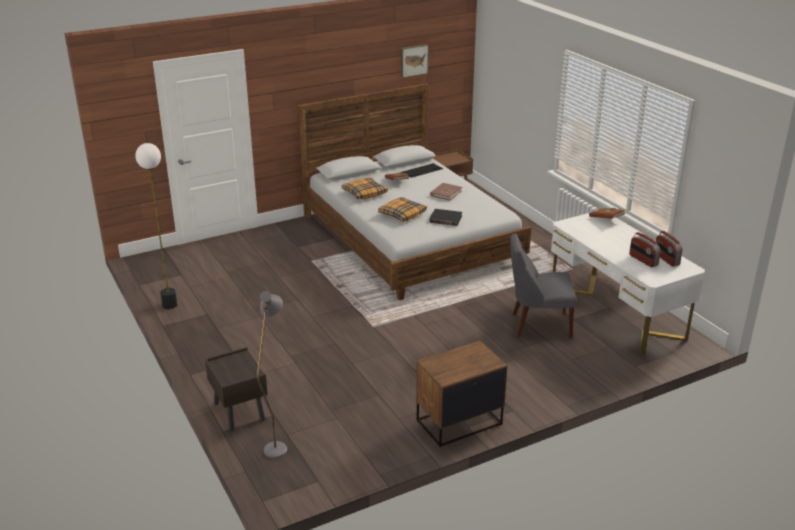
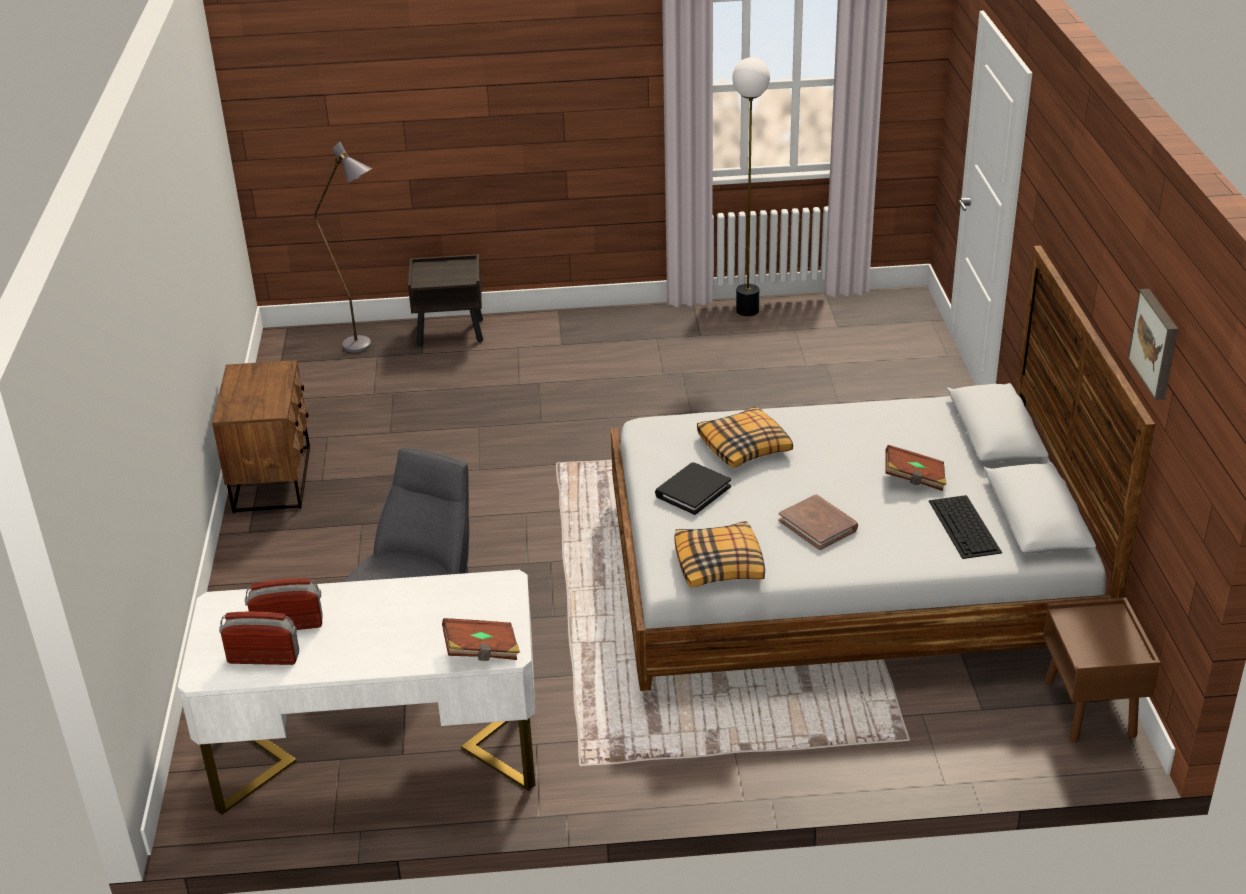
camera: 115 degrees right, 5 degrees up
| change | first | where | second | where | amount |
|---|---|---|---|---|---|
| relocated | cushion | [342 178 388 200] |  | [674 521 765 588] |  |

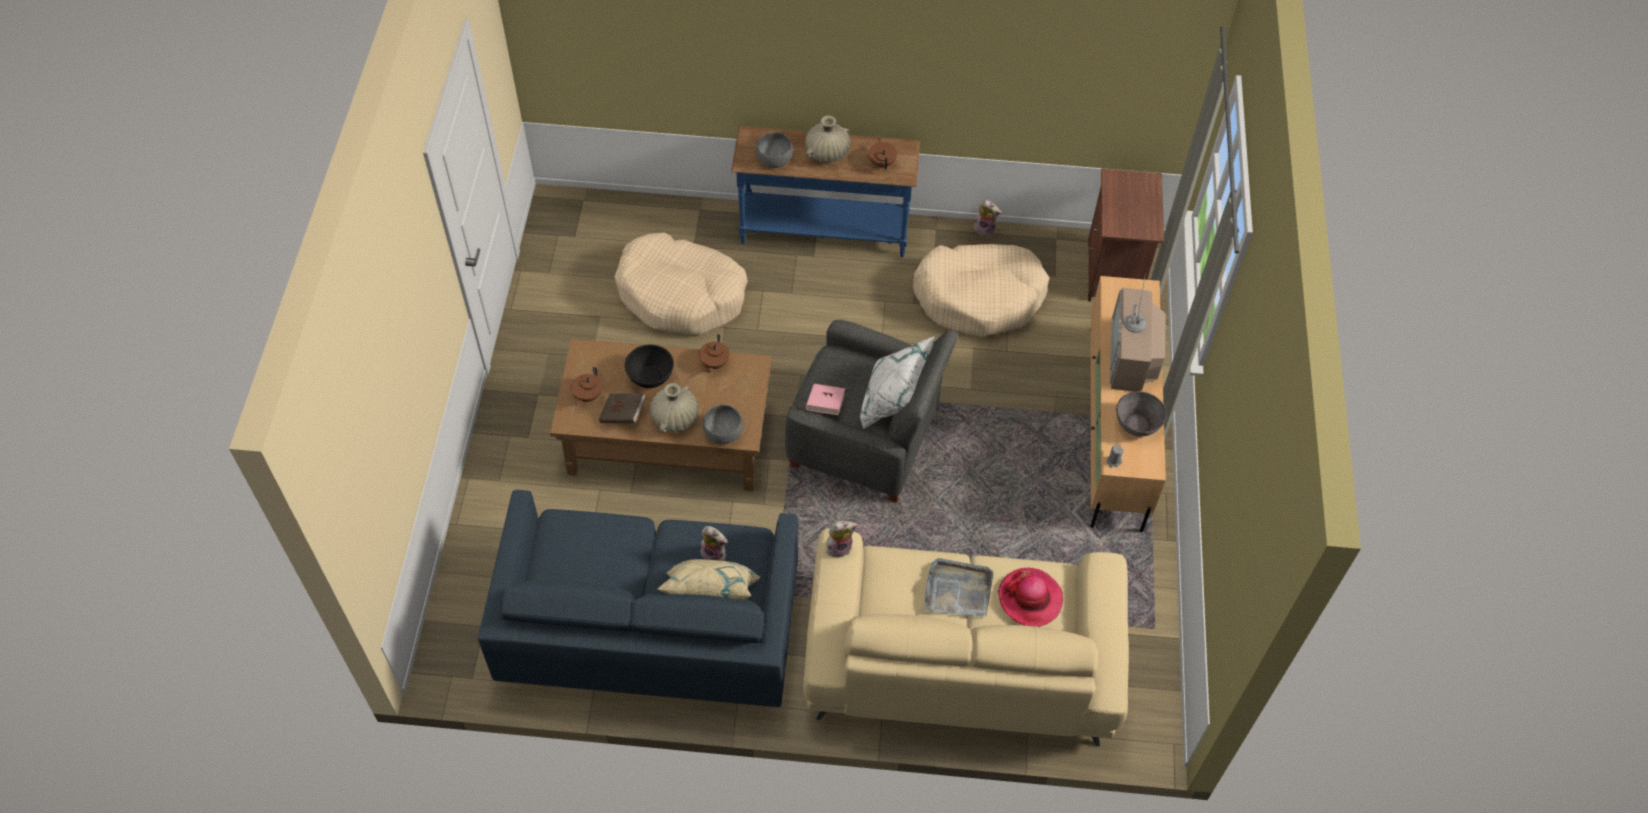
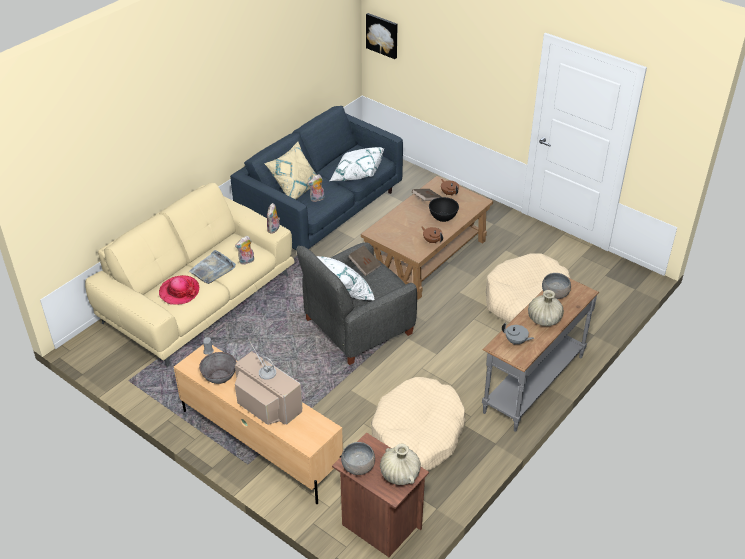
camera: 125 degrees right, 15 degrees down
| change | first | where | second | where | amount |
|---|---|---|---|---|---|
| relocated | sand-coloured flower vase | [650 383 699 432] |  | [380 444 421 485] |  |
| relocated | gray deep dish | [702 405 743 444] |  | [341 442 375 475] |  |
| colour | blue-coloured narrow table | [731 126 920 257] | gray narrow table | [482 278 599 432] |  |
| colour | pink-coloured volume | [806 384 845 415] | brown volume | [348 245 381 276] |  |
| colour | brown pot for tea | [869 136 897 170] | gray pot for tea | [502 323 534 344] |  |
| relocated | plush toy | [972 200 1002 237] |  | [235 236 254 265] |  |
| appeared |  |  | white-coloured cushion | [330 147 384 181] |  |
| appeared |  |  | wall picture | [366 13 398 59] |  |

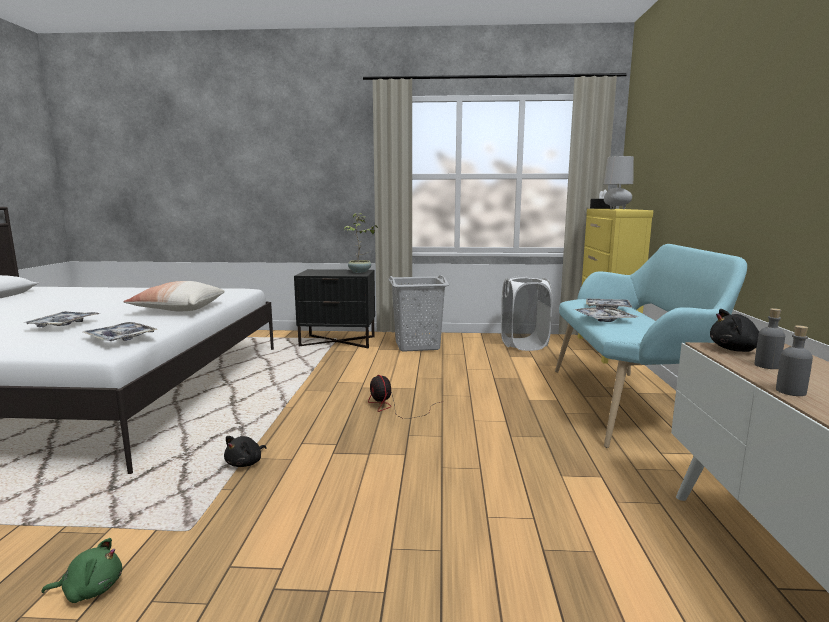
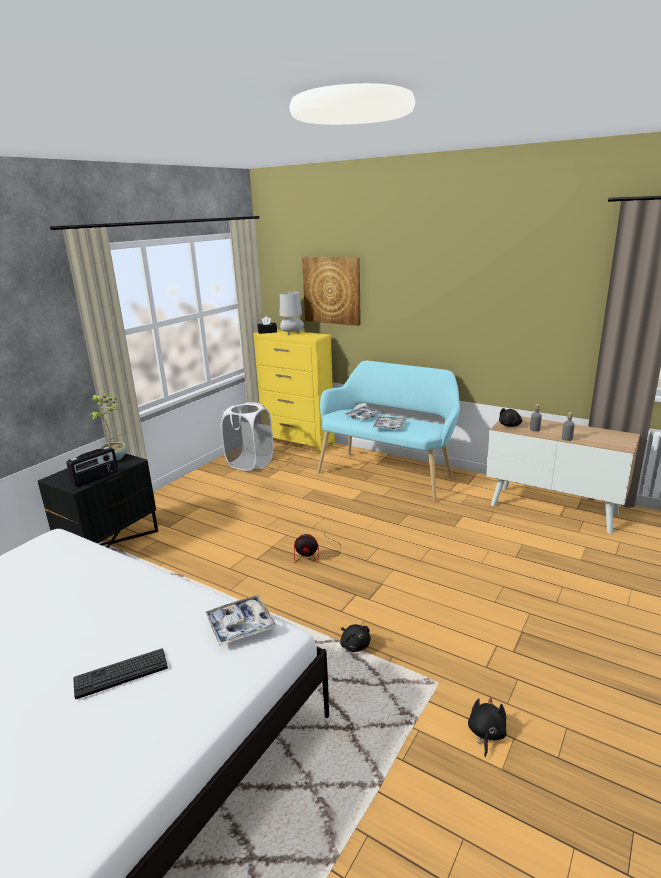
camera: 60 degrees left, 10 degrees up
| change | first | where | second | where | amount |
|---|---|---|---|---|---|
| exchanged | carrying tray | [24 311 99 327] | PC keyboard | [73 649 168 699] |  |
| colour | green plush toy | [42 538 122 603] | blackish plush toy | [468 697 507 757] |  |
| missing | cushion | [123 281 225 311] |  |  |  |
| missing | gray hamper | [388 275 449 352] |  |  |  |
| appeared |  |  | radio set | [66 447 118 487] |  |
| appeared |  |  | wall picture | [302 257 361 326] |  |

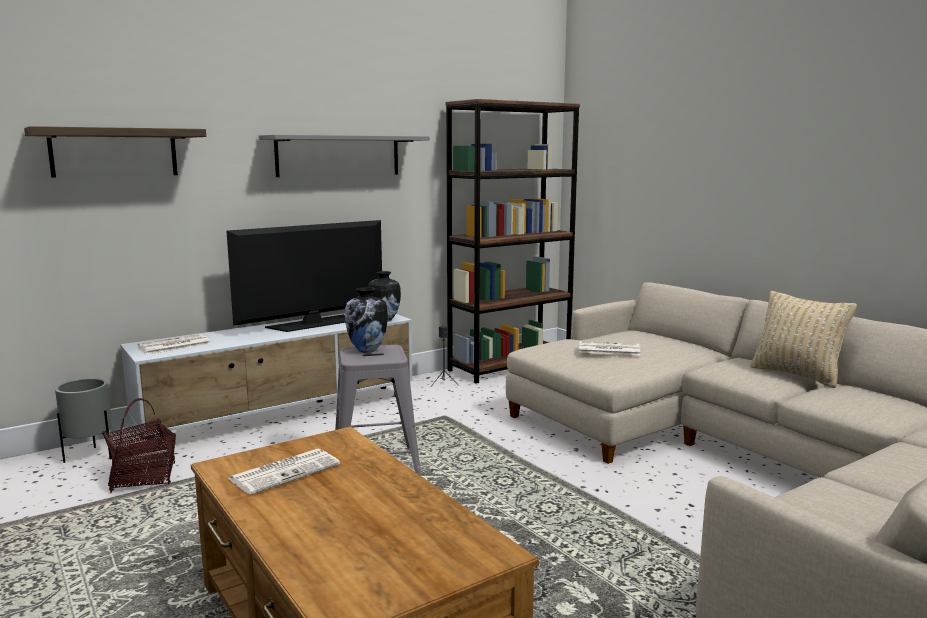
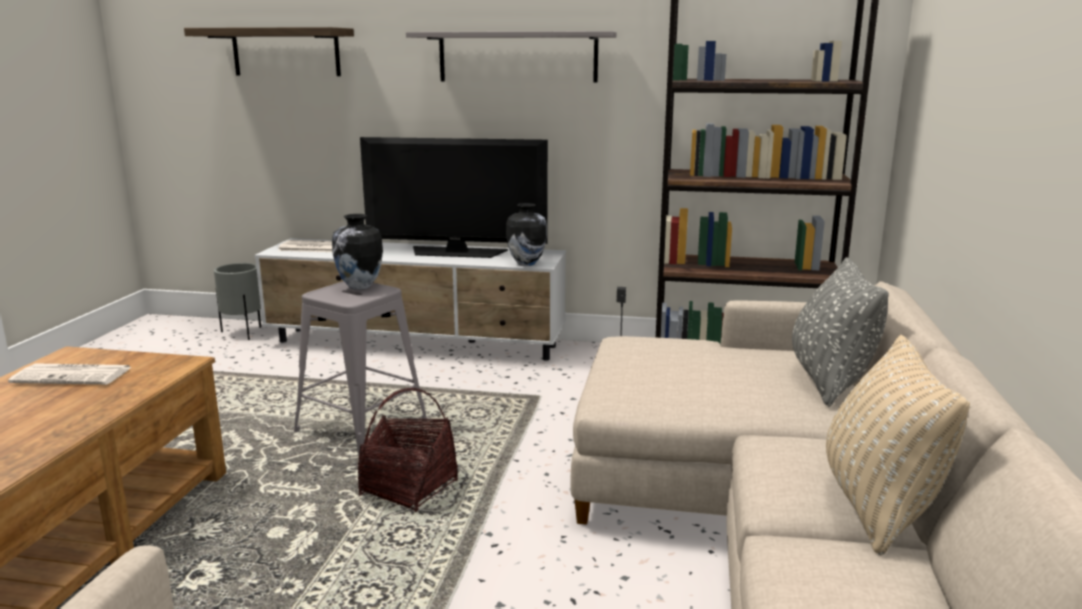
camera: 45 degrees right, 5 degrees up
| change | first | where | second | where | amount |
|---|---|---|---|---|---|
| relocated | storage basket | [103 398 176 493] |  | [357 388 458 512] |  |
| missing | daily paper | [579 341 640 355] |  |  |  |
| appeared |  |  | gray cushion | [792 257 889 406] |  |

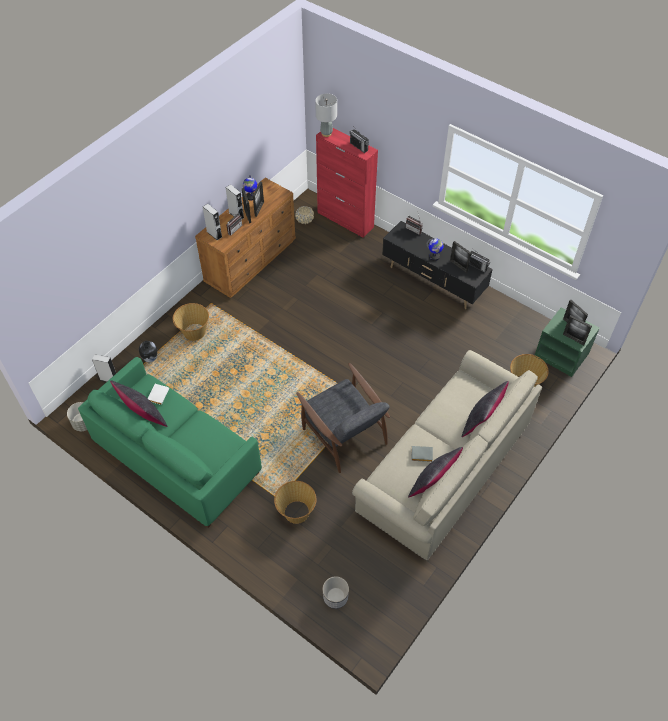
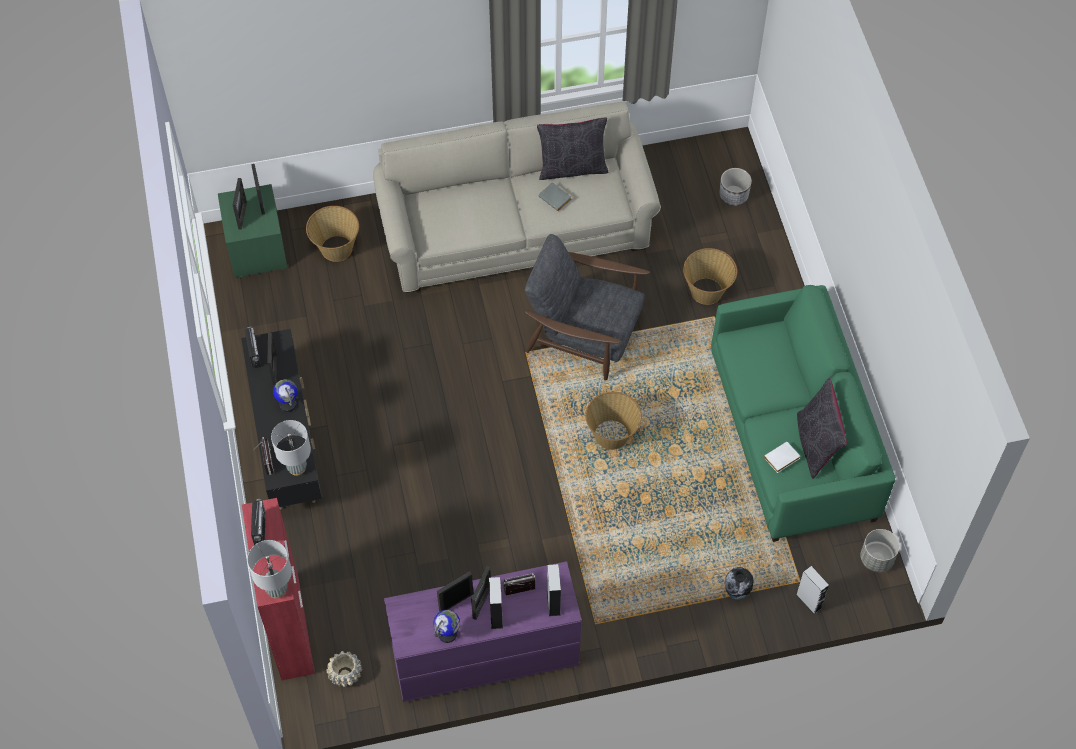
camera: 140 degrees left, 5 degrees up
| change | first | where | second | where | amount |
|---|---|---|---|---|---|
| relocated | storage basket | [173 303 209 341] |  | [585 392 642 450] |  |
| colour | brown drawer chest | [195 178 296 298] | purplish drawer chest | [384 561 582 702] |  |
| spun | gray easy chair | [296 363 390 473] |  | [525 234 650 381] | 75 degrees counterclockwise |
| missing | blackish cushion | [462 381 509 437] |  |  |  |
| appeared |  |  | gray lamp for a table | [271 420 311 476] |  |

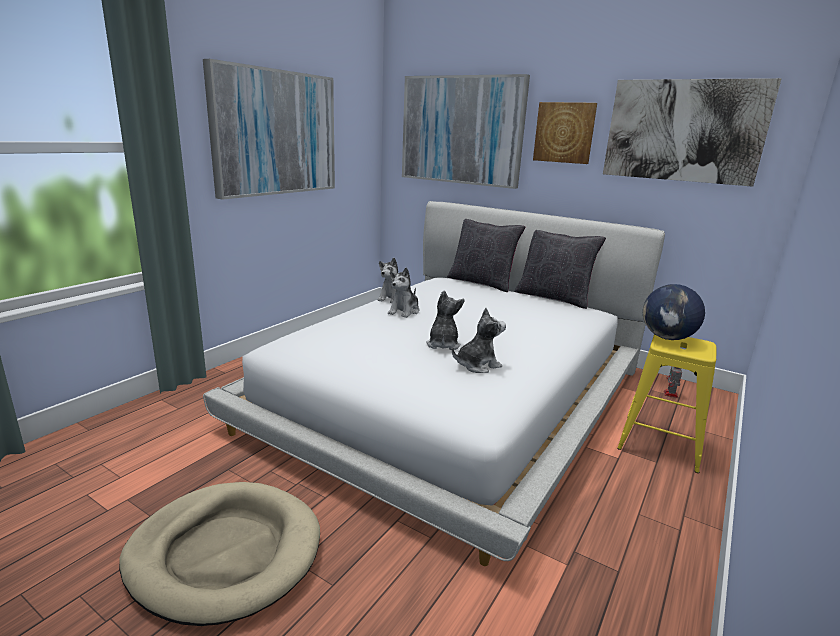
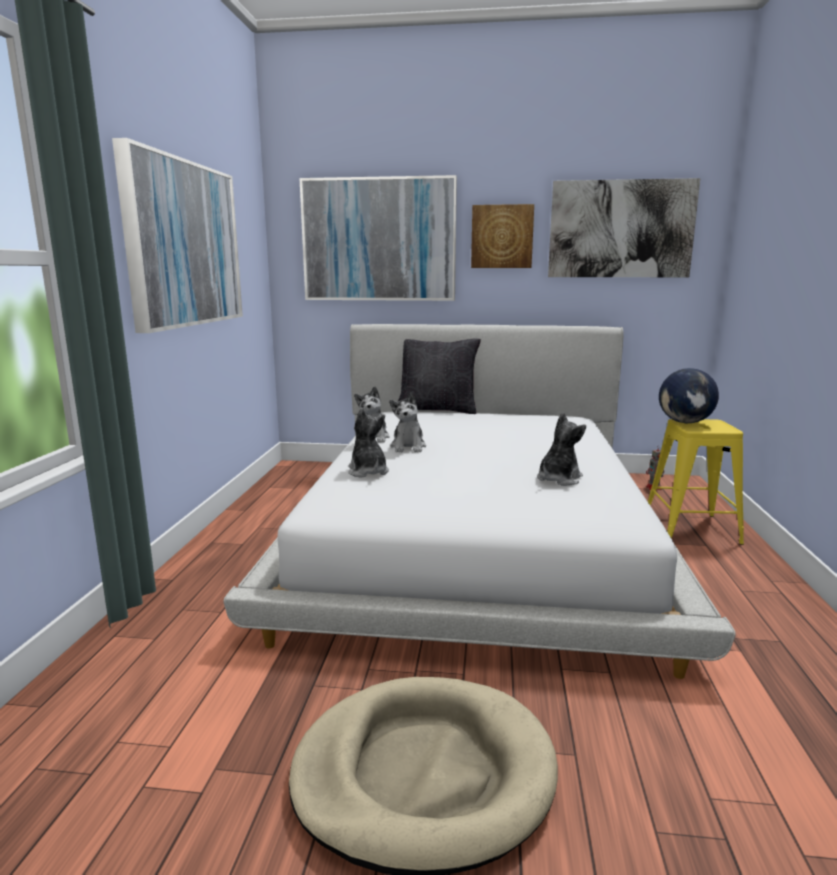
camera: 25 degrees left, 5 degrees down
| change | first | where | second | where | amount |
|---|---|---|---|---|---|
| relocated | plush toy | [426 291 465 350] |  | [348 408 389 478] |  |
| missing | blackish cushion | [514 230 606 309] |  |  |  |

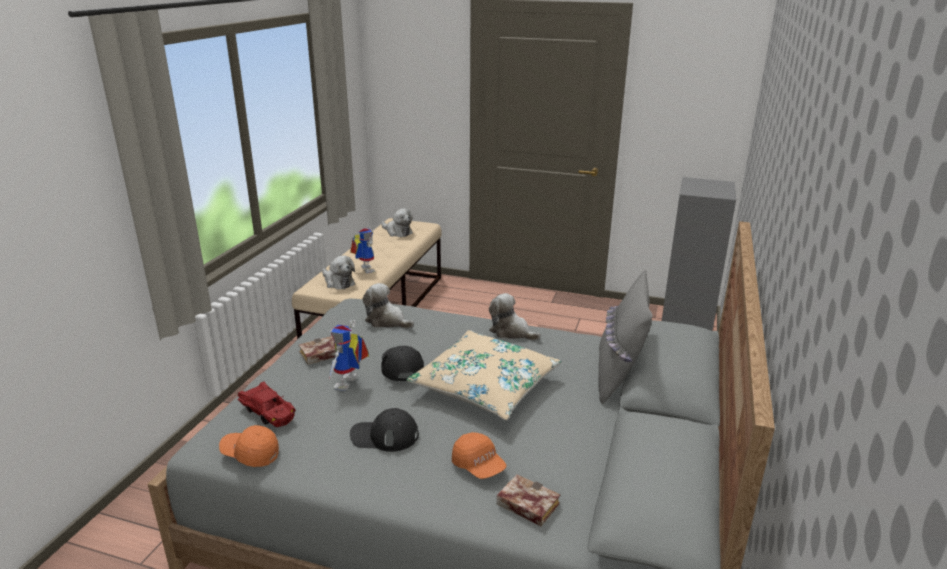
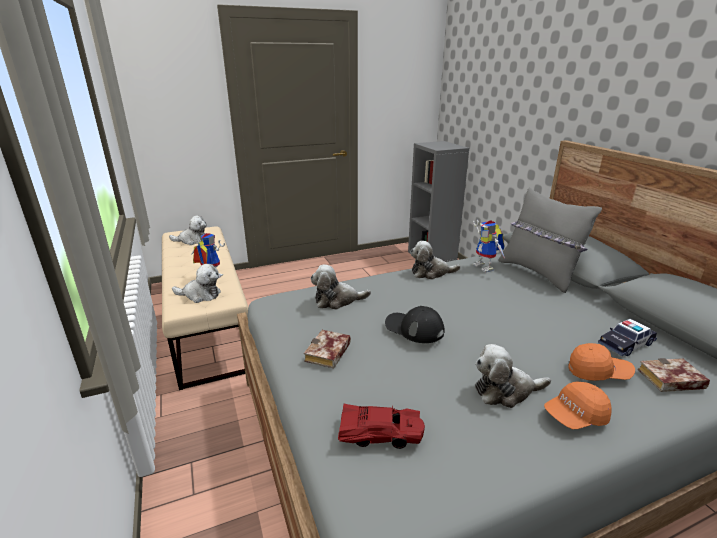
camera: 40 degrees left, 0 degrees up
| change | first | where | second | where | amount |
|---|---|---|---|---|---|
| relocated | orangey peaked cap | [219 425 279 467] |  | [544 381 611 429] |  |
| relocated | model robot | [329 320 369 391] |  | [473 220 505 272] |  |
| exchanged | blackish peaked cap | [350 408 419 452] | plush toy | [475 344 551 408] |  |
| missing | sand-coloured cushion | [406 330 562 420] |  |  |  |
| appeared |  |  | toy car | [598 319 657 356] |  |

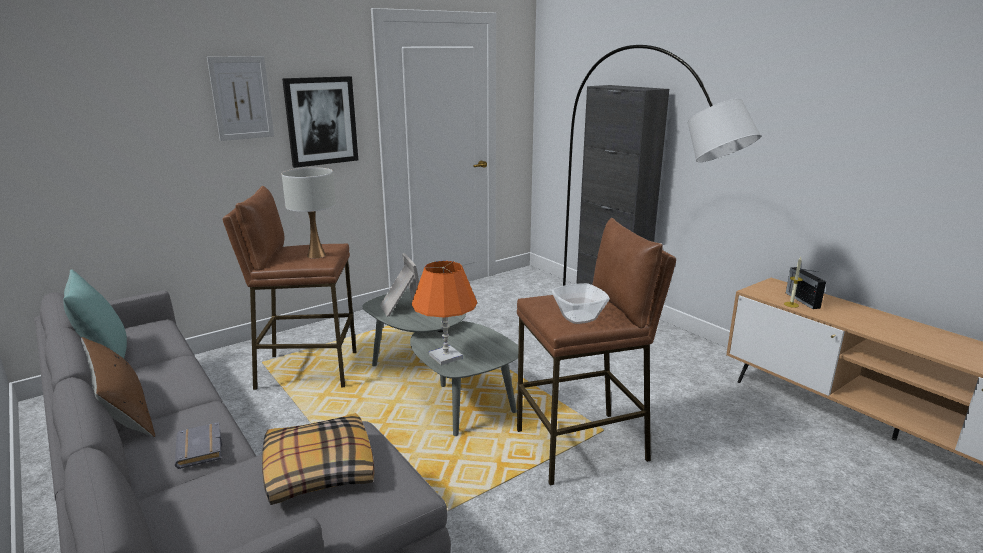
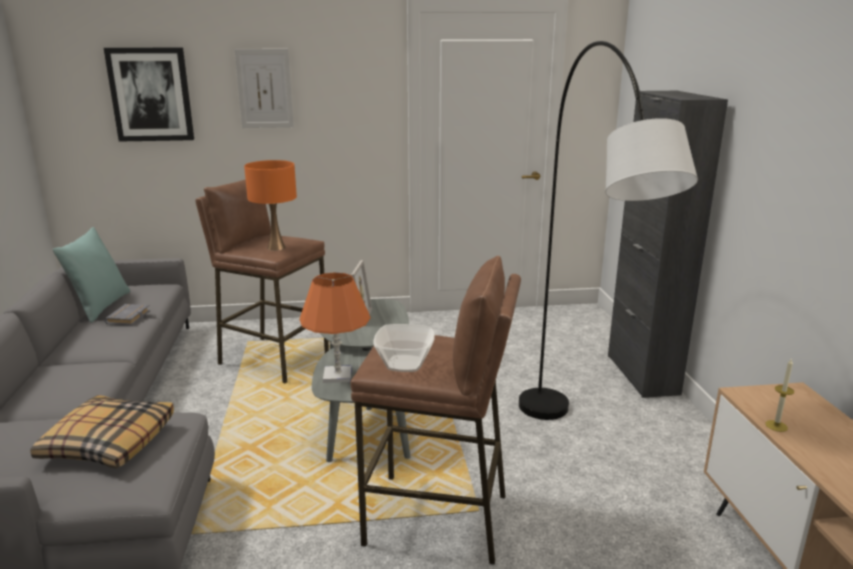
camera: 30 degrees right, 0 degrees up
| change | first | where | second | where | amount |
|---|---|---|---|---|---|
| missing | brown cushion | [81 337 155 438] |  |  |  |
| relocated | gray volume | [175 422 222 469] |  | [104 304 150 325] |  |
| relocated | wall picture | [282 76 358 168] |  | [104 48 194 142] |  |
| colour | white-coloured lamp for a table | [282 167 336 258] | orangey lamp for a table | [244 160 297 251] |  |
| missing | radio set | [786 267 826 309] |  |  |  |

